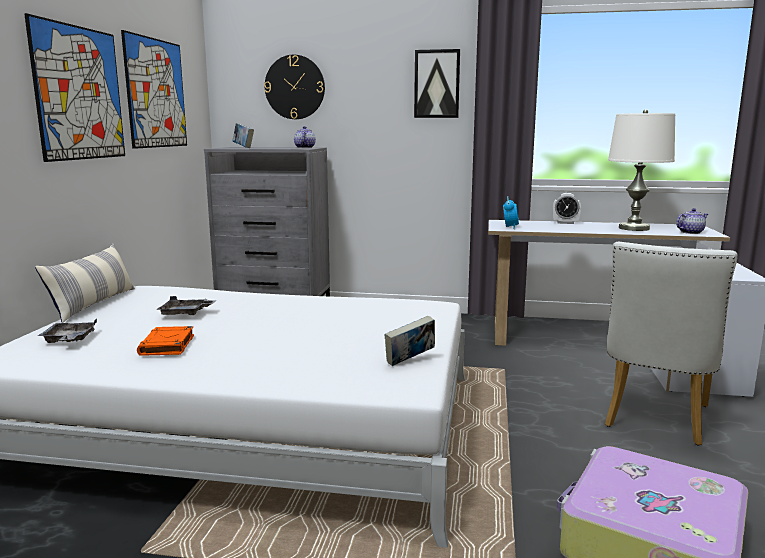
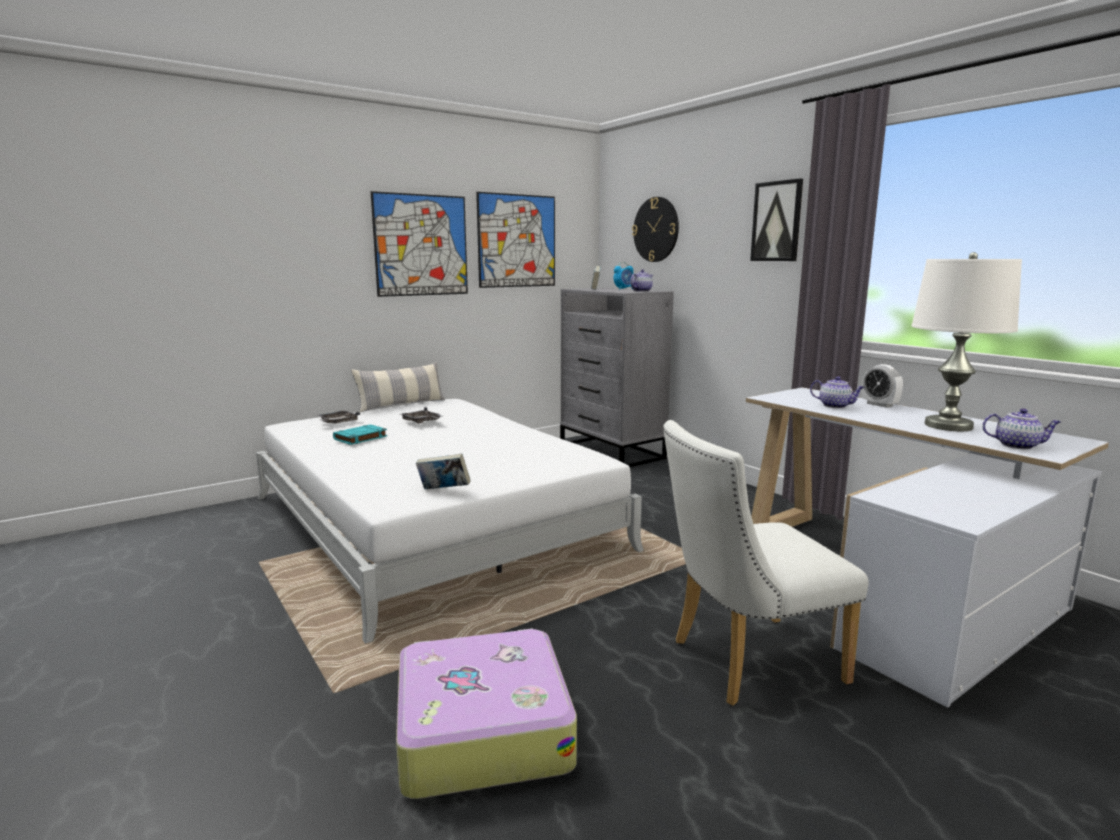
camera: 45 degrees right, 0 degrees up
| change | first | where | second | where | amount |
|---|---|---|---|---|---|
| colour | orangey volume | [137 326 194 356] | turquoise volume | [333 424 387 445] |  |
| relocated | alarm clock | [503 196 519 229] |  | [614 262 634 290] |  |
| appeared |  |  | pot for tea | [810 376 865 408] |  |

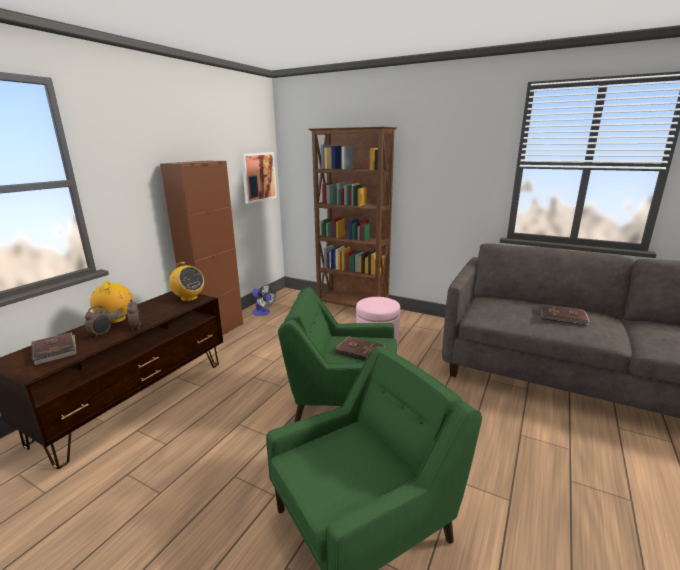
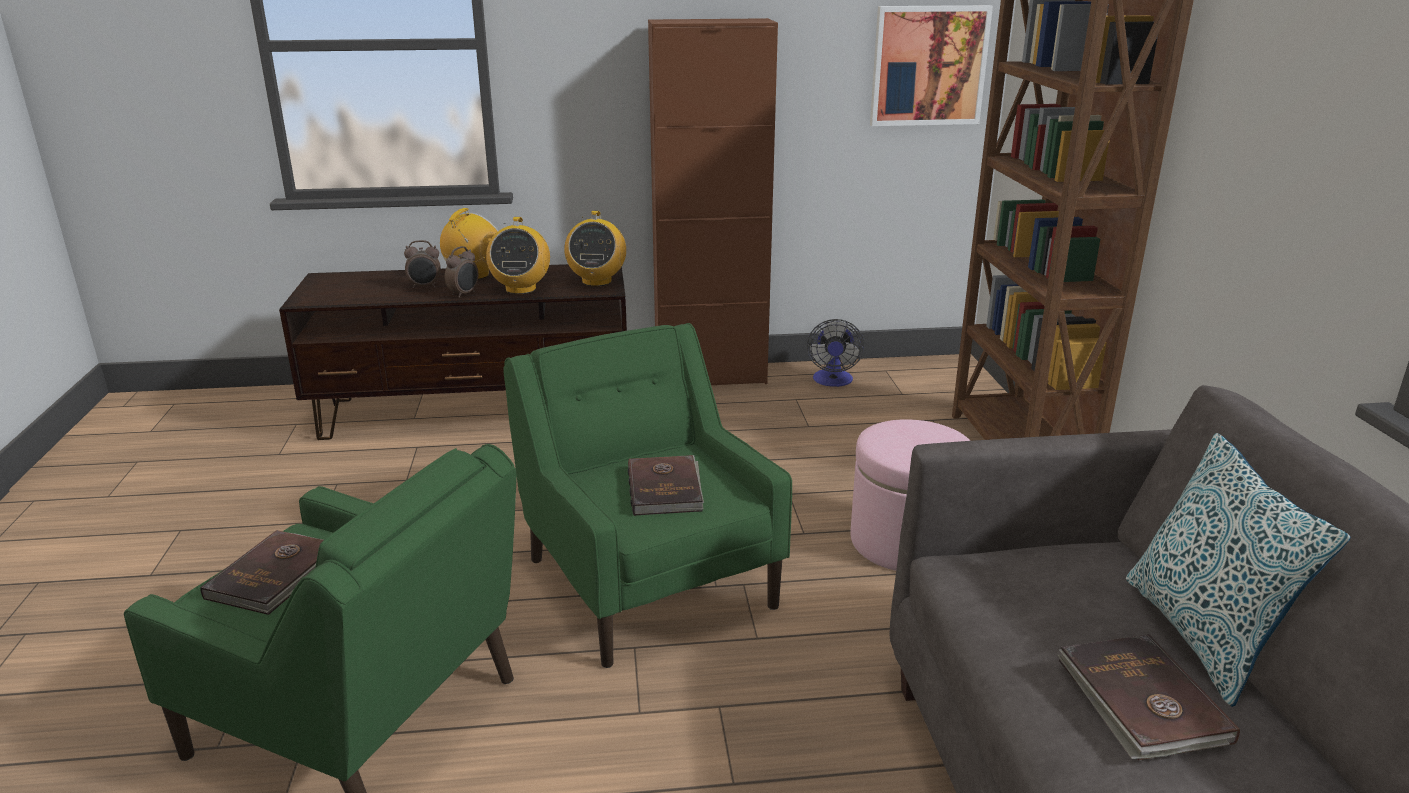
camera: 55 degrees right, 5 degrees up
| change | first | where | second | where | amount |
|---|---|---|---|---|---|
| relocated | brown volume | [31 332 76 366] |  | [200 530 323 615] |  |
| appeared |  |  | radio set | [486 217 550 294] |  |
| appeared |  |  | cushion | [1126 433 1350 707] |  |

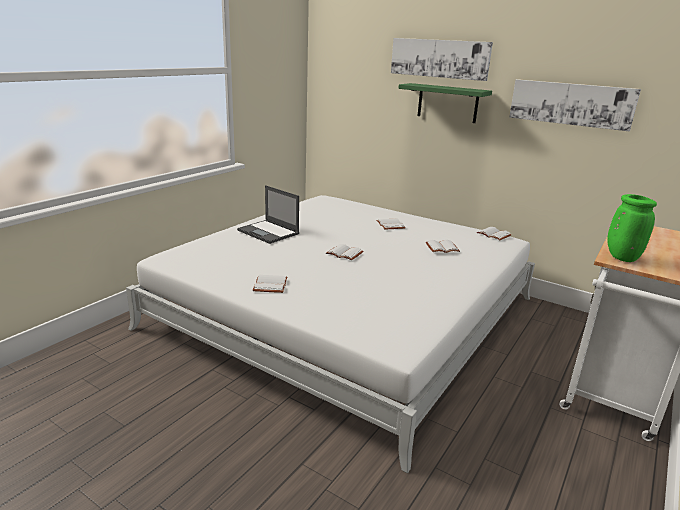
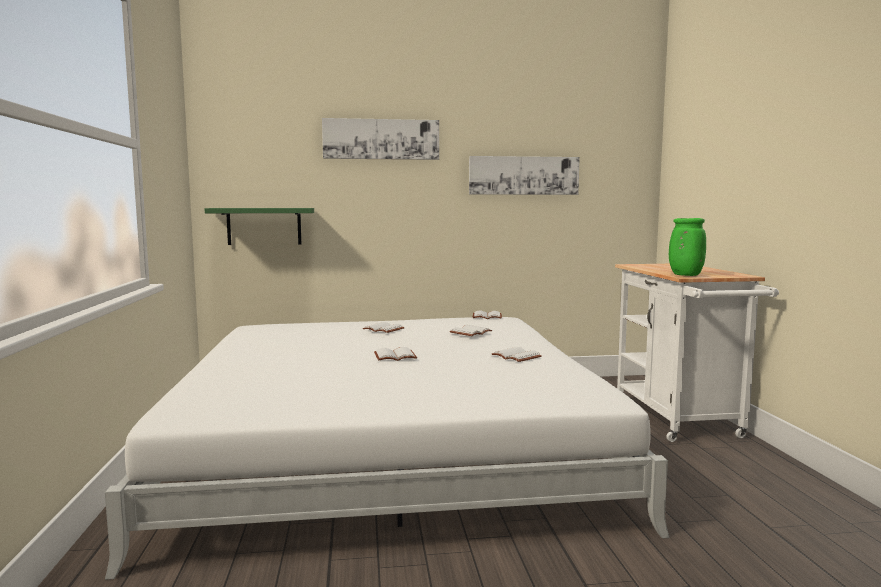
camera: 40 degrees left, 15 degrees down
| change | first | where | second | where | amount |
|---|---|---|---|---|---|
| missing | notebook computer | [237 185 299 244] |  |  |  |
| relocated | white-coloured volume | [253 275 287 293] |  | [492 347 542 362] |  |
| relocated | green shelf | [398 83 492 123] |  | [205 208 314 245] |  |

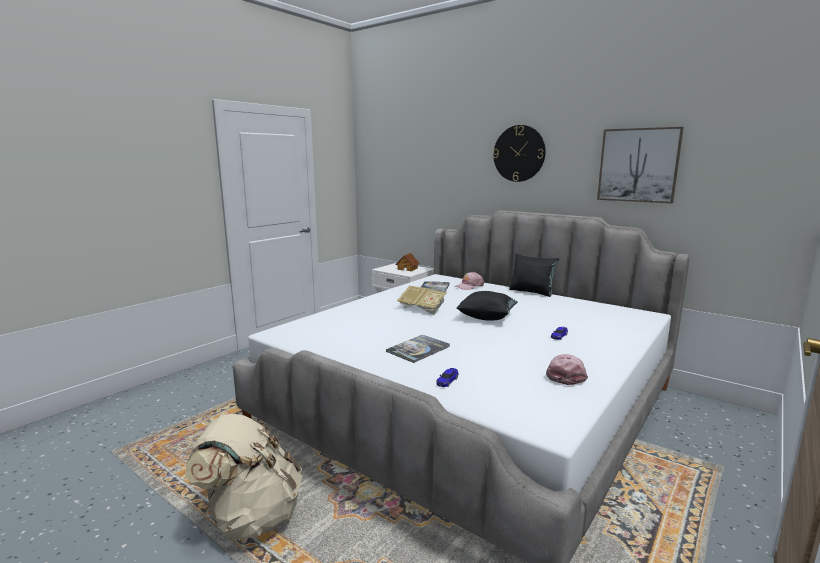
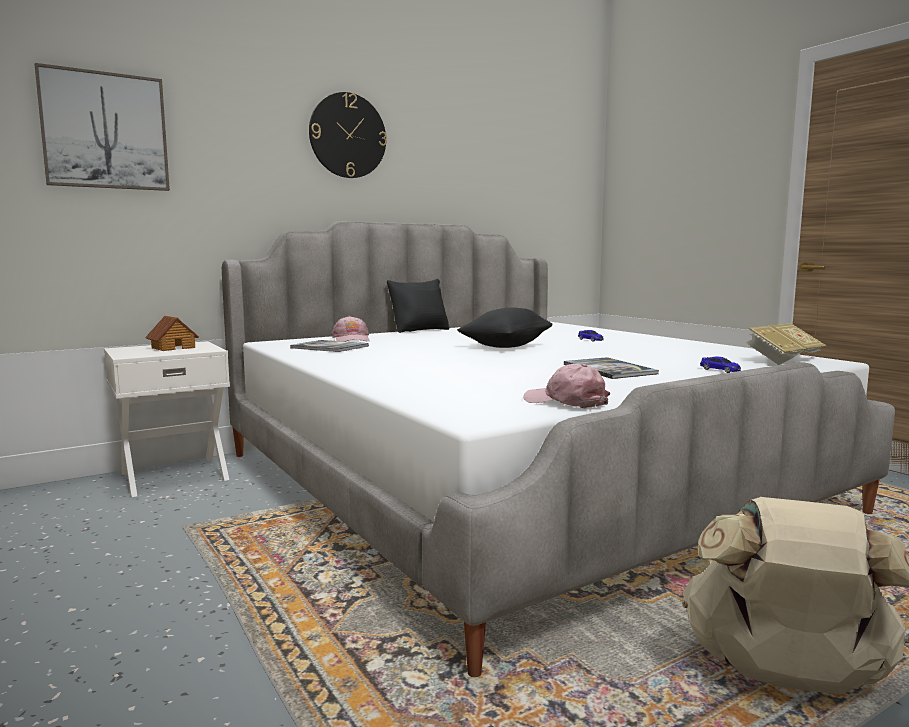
camera: 70 degrees left, 5 degrees down
| change | first | where | second | where | amount |
|---|---|---|---|---|---|
| relocated | volume | [397 285 447 315] |  | [746 323 827 365] |  |
| relocated | pink-coloured peaked cap | [546 354 588 385] |  | [523 364 610 408] |  |
| relocated | wall picture | [597 127 684 203] |  | [35 63 170 191] |  |

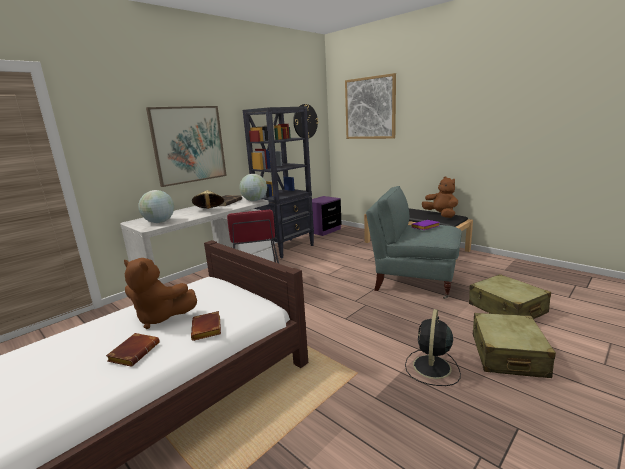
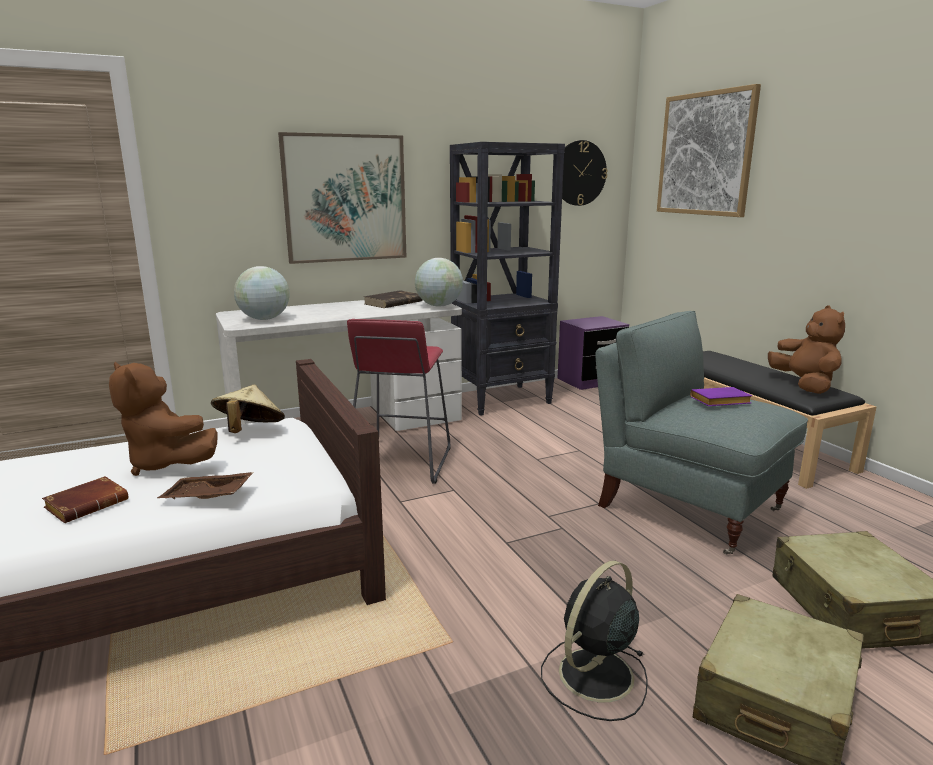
camera: 20 degrees right, 0 degrees up
| change | first | where | second | where | amount |
|---|---|---|---|---|---|
| exchanged | brown volume | [191 311 221 341] | brown carrying tray | [157 472 254 499] |  |
| relocated | sand-coloured clothing hat | [192 190 224 209] |  | [211 385 285 433] |  |

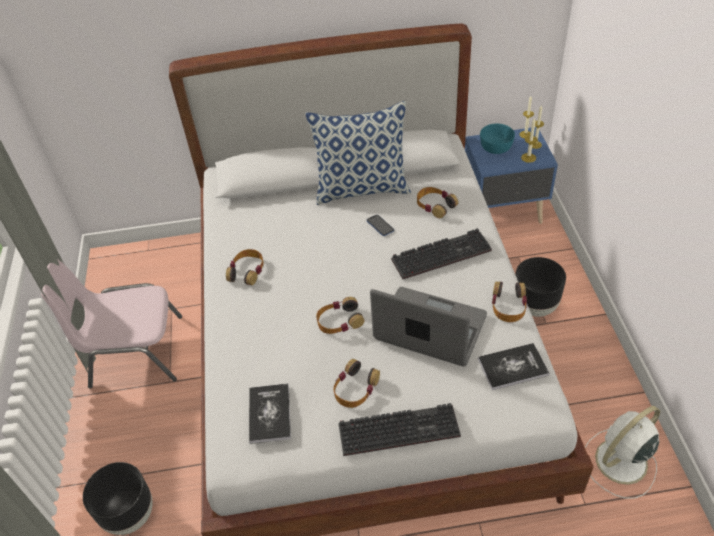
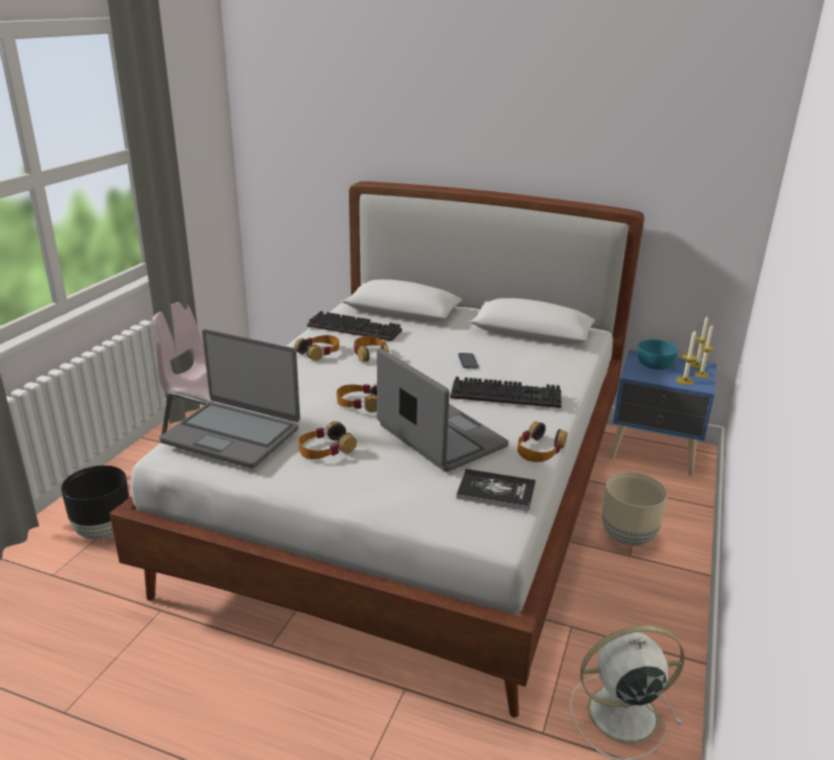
camera: 25 degrees right, 20 degrees down
| change | first | where | second | where | amount |
|---|---|---|---|---|---|
| exchanged | volume | [249 383 291 444] | notebook computer | [159 329 300 468] |  |
| missing | cushion | [305 101 411 205] |  |  |  |
| relocated | PC keyboard | [338 403 461 456] |  | [307 311 402 341] |  |
| relocated | headset | [417 187 458 218] |  | [353 336 389 362] |  |
| colour | blackish plant pot | [515 257 566 317] | sand-coloured plant pot | [602 472 668 546] |  |

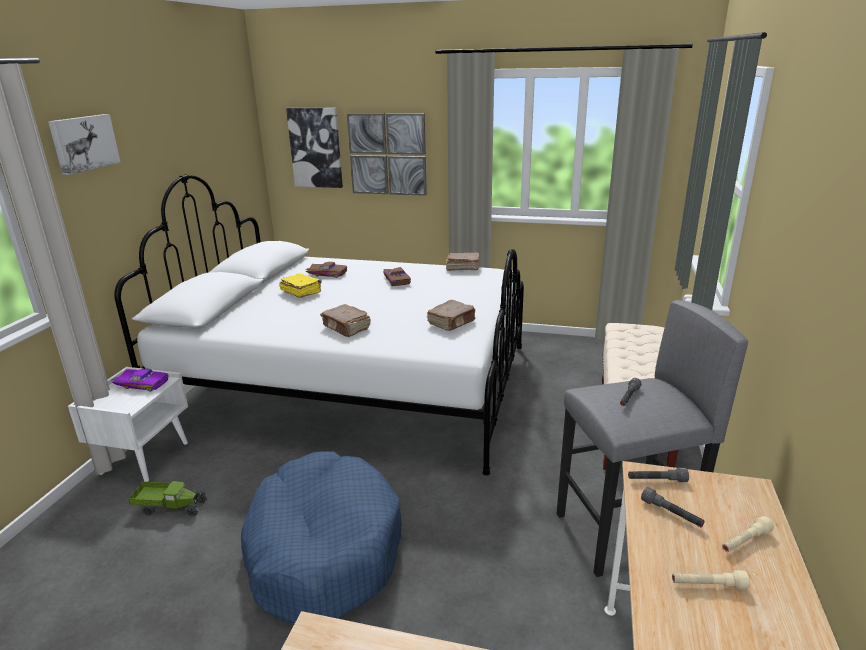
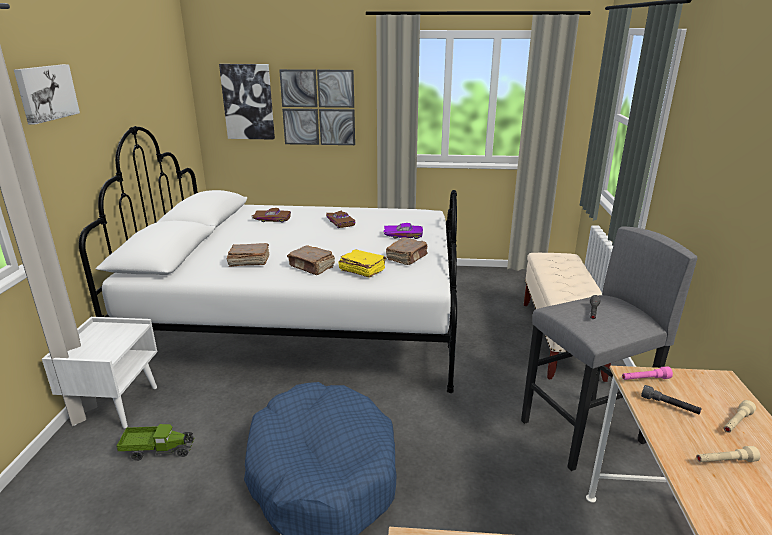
camera: 10 degrees left, 0 degrees up
| change | first | where | second | where | amount |
|---|---|---|---|---|---|
| relocated | purplish toy car | [111 369 168 391] |  | [383 223 423 239] |  |
| relocated | yellowish volume | [279 273 322 298] |  | [339 249 386 277] |  |
| relocated | brown volume | [446 253 480 271] |  | [227 243 269 267] |  |
| colour | gray hand torch | [628 468 689 482] | pink-coloured hand torch | [622 367 673 380] |  |

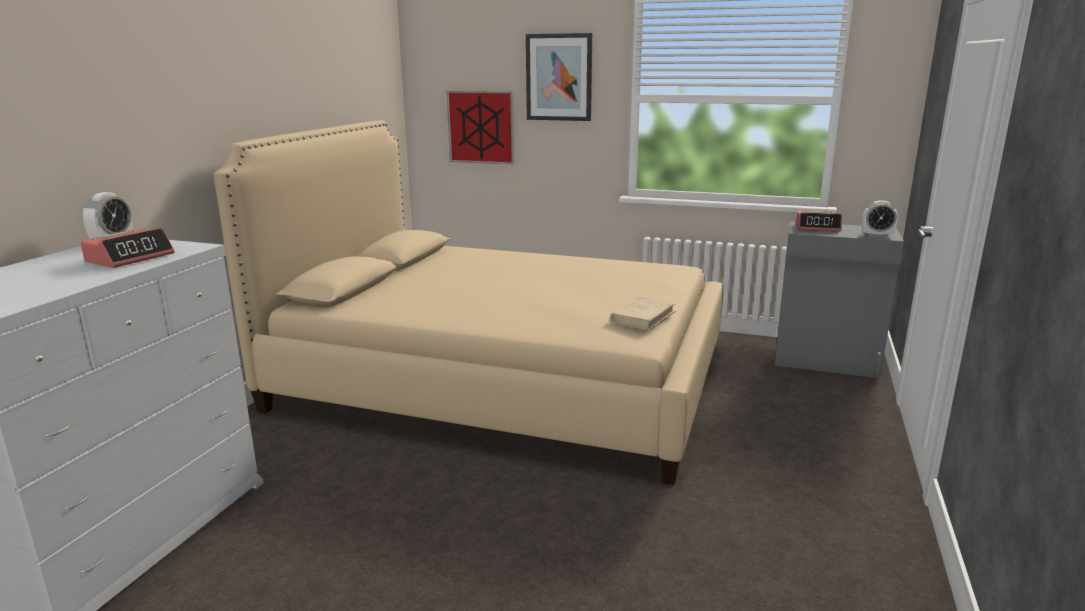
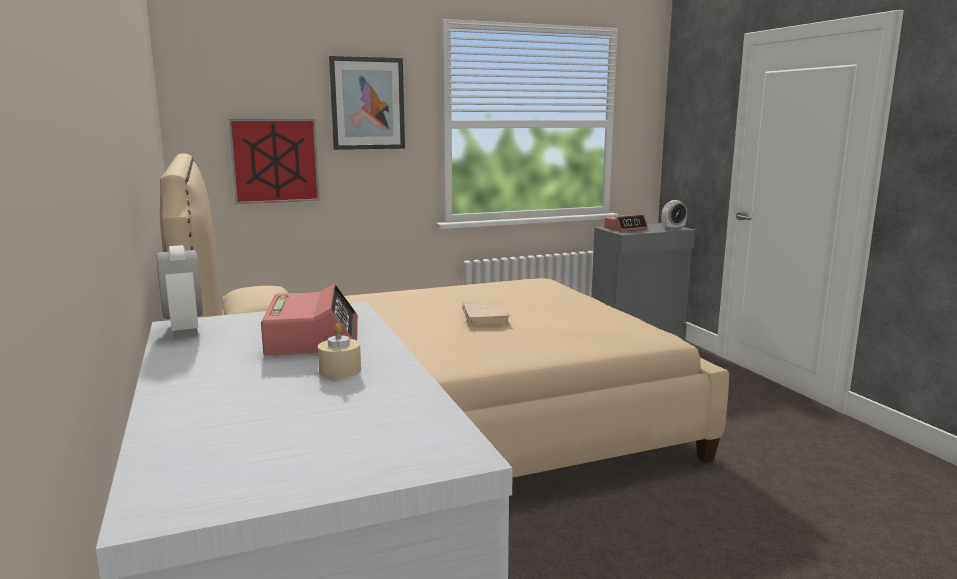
camera: 40 degrees left, 5 degrees down
| change | first | where | second | where | amount |
|---|---|---|---|---|---|
| relocated | sand-coloured volume | [610 297 675 330] |  | [462 301 510 327] |  |
| appeared |  |  | sand-coloured wax candle | [318 323 361 379] |  |

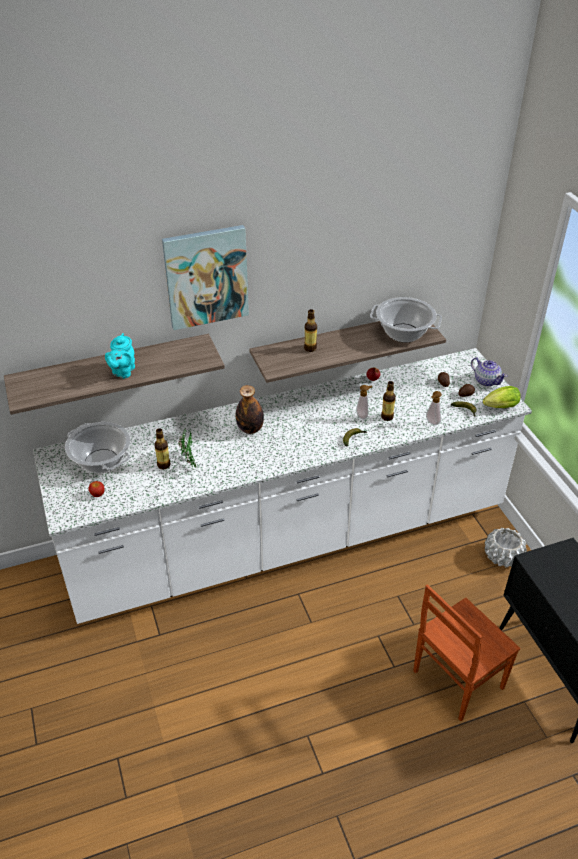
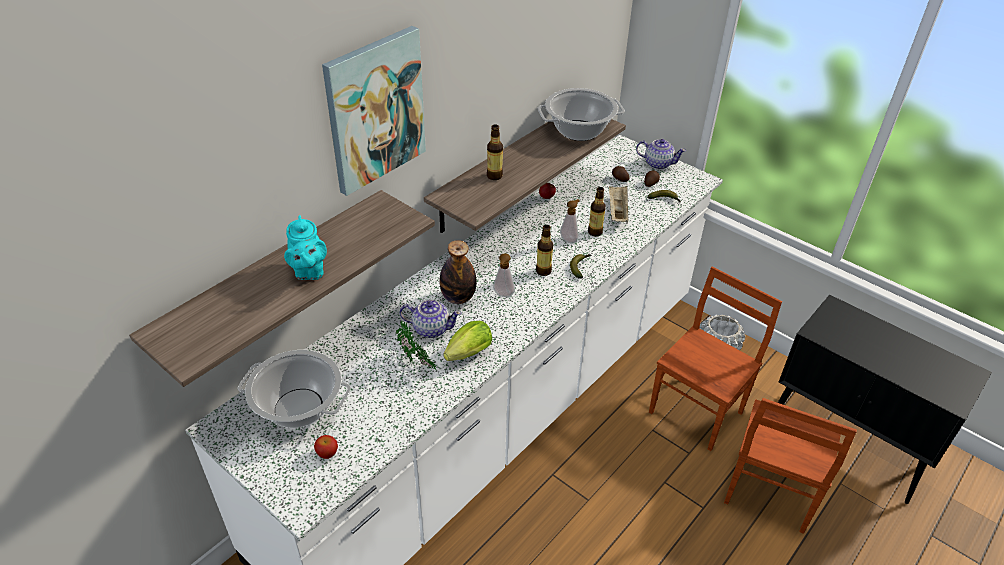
camera: 30 degrees left, 0 degrees up
| change | first | where | second | where | amount |
|---|---|---|---|---|---|
| relocated | bottle | [154 428 171 469] |  | [536 225 553 276] |  |
| relocated | soap dispenser | [426 391 441 425] |  | [493 253 515 297] |  |
| relocated | head of lettuce | [483 386 521 408] |  | [444 321 492 361] |  |
| appeared |  |  | pot for tea | [400 300 462 338] |  |
| appeared |  |  | sand-coloured carrying tray | [609 186 628 222] |  |
| appeared |  |  | brown chair | [649 266 782 451] |  |

